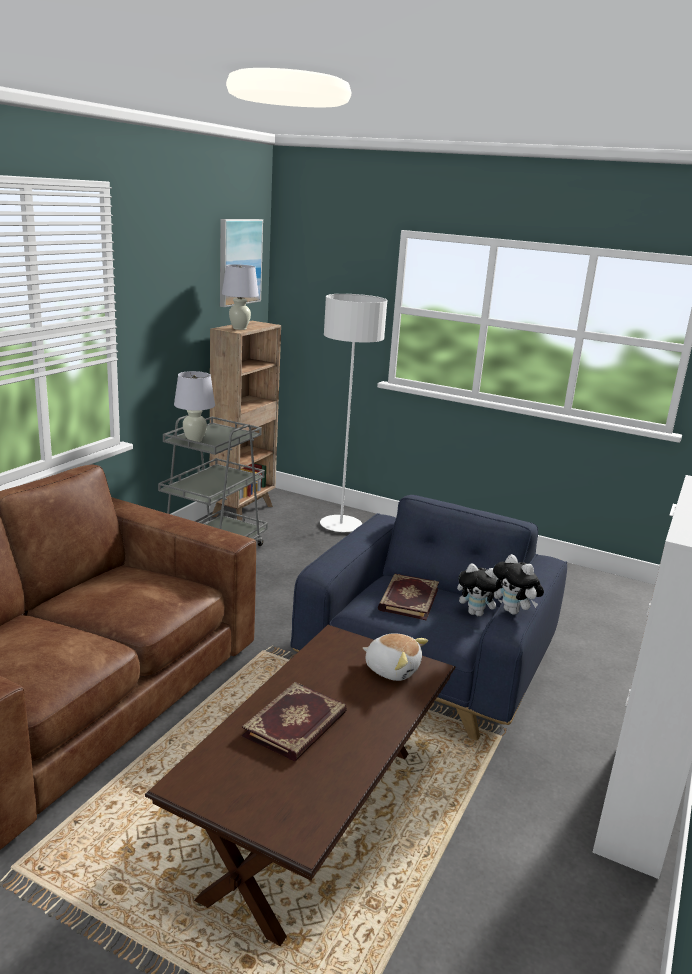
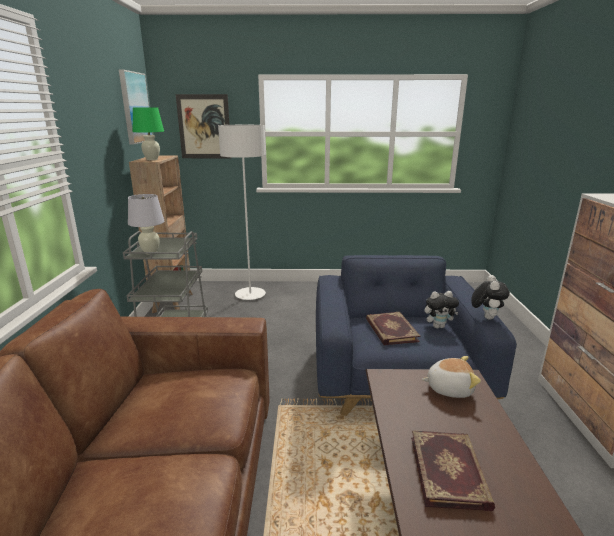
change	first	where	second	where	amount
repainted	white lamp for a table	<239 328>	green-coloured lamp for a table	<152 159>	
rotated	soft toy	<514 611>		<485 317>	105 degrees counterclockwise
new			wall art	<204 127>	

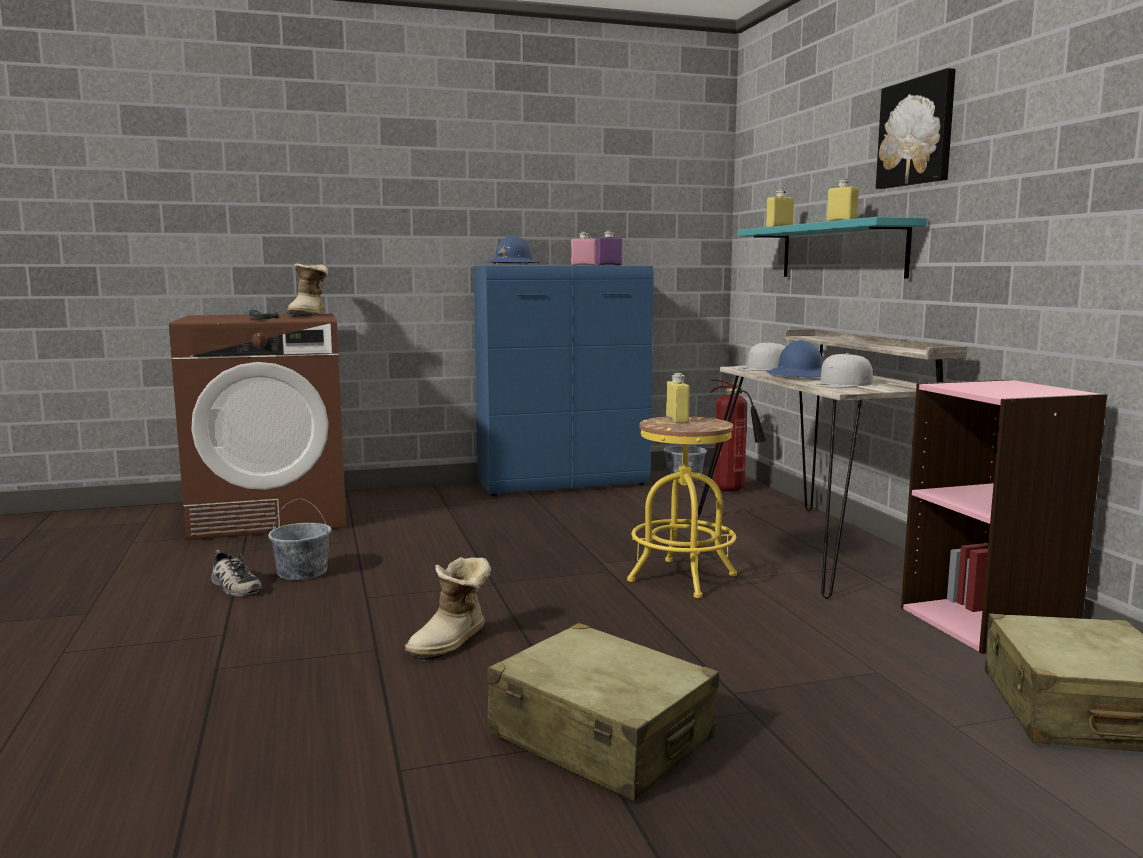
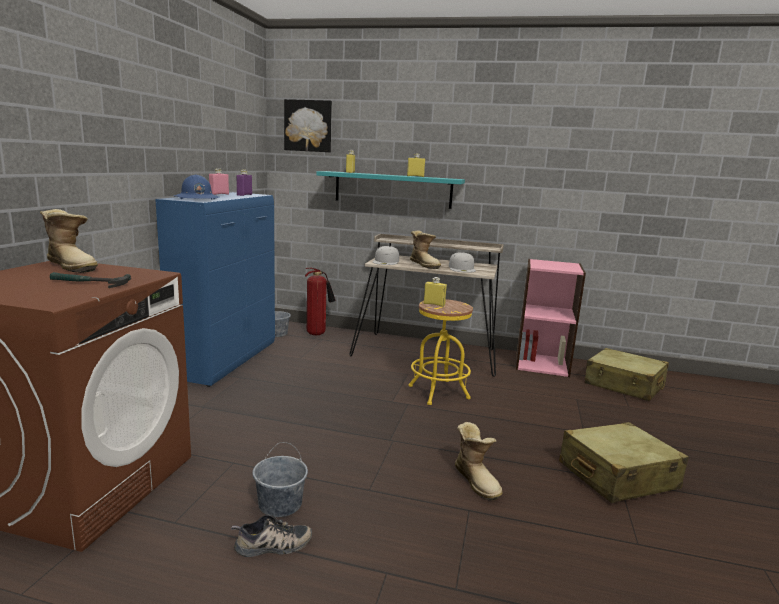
change	first	where	second	where	amount
shifted	wall art	<918 132>		<308 126>	
swapped	blue-coloured work helmet	<800 375>	boot	<425 265>	

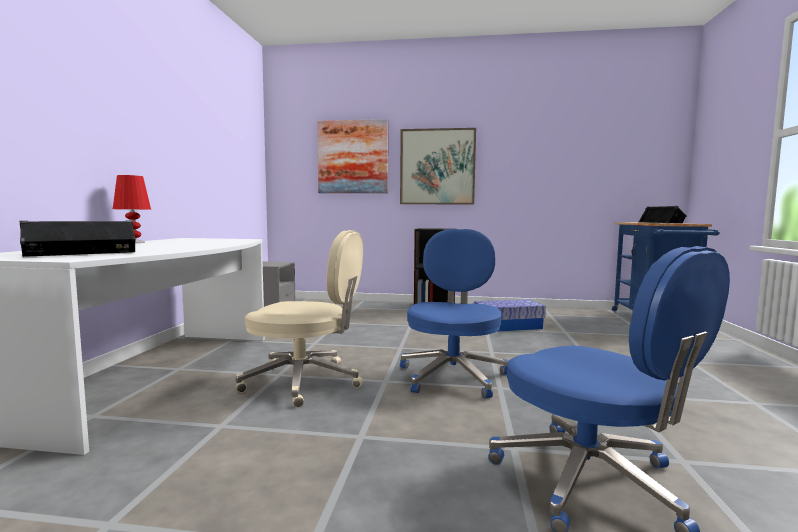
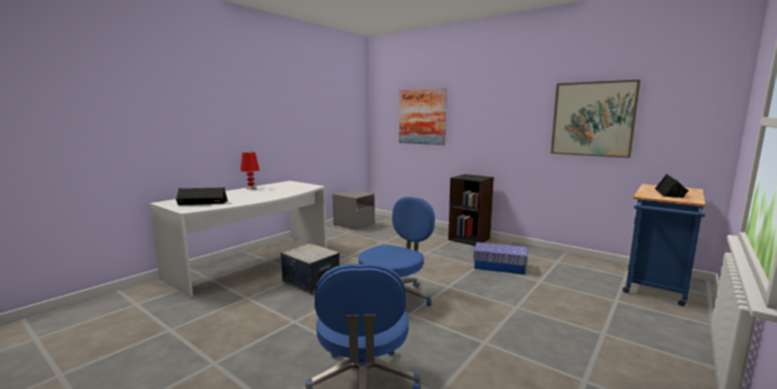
change	first	where	second	where	amount
shifted	wall art	<437 167>		<592 119>	
swapped	beige-coloured office chair	<305 382>	storage bin	<310 282>	

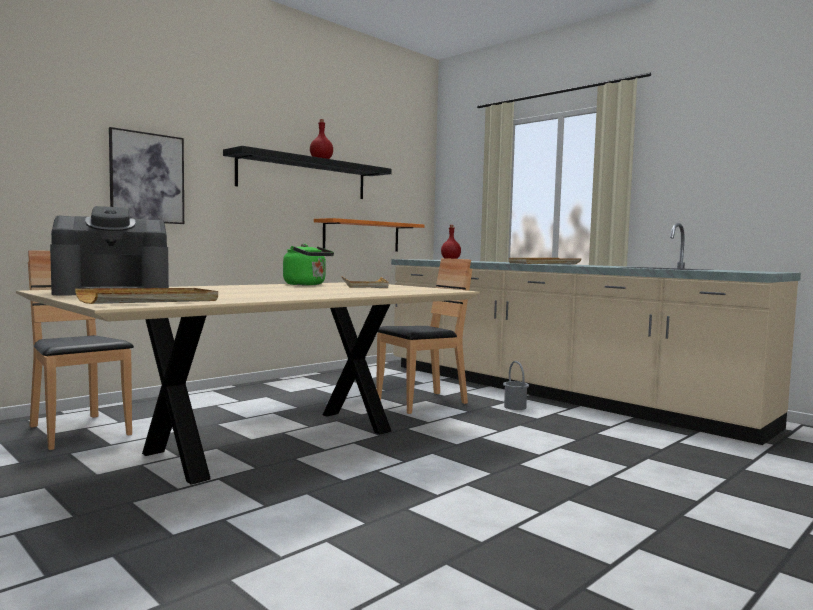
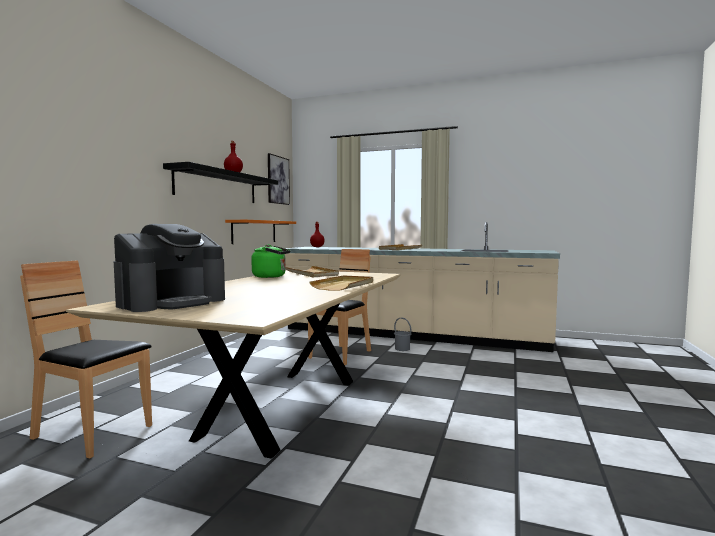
change	first	where	second	where	amount
shifted	wall art	<147 178>		<278 180>	
shifted	beige-coloured carrying tray	<150 300>		<344 285>	

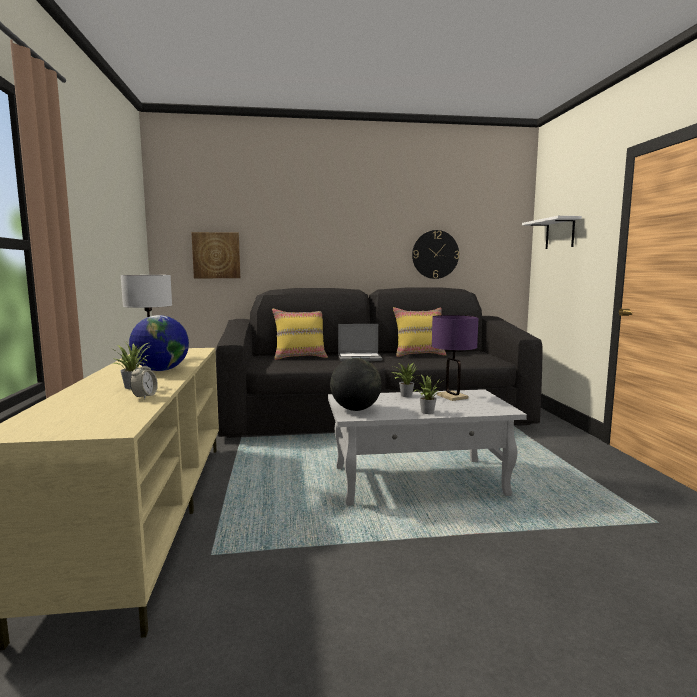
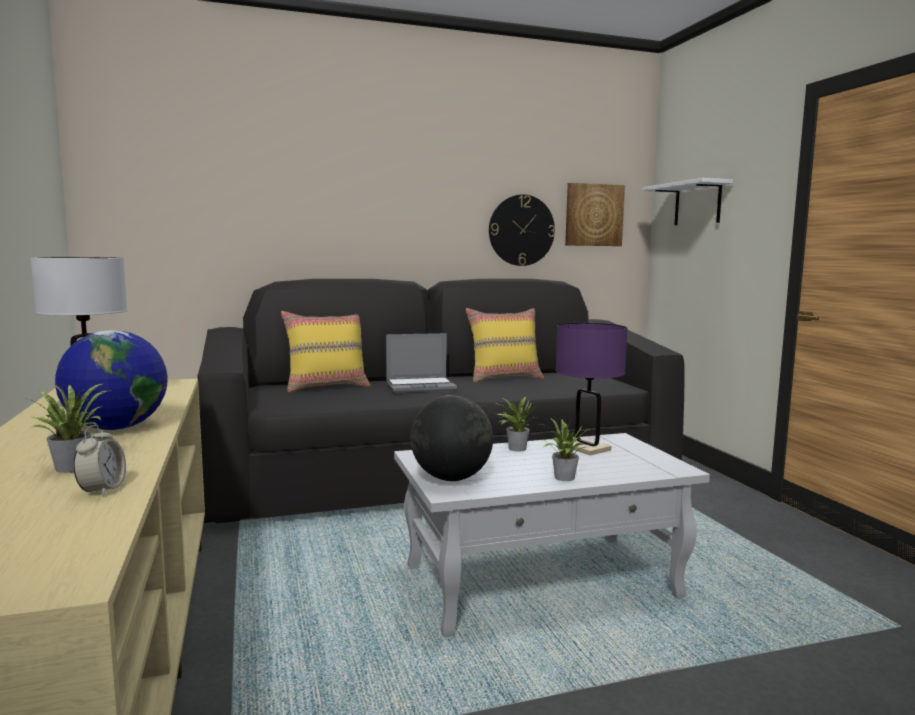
change	first	where	second	where	amount
shifted	wall art	<216 255>		<593 215>	

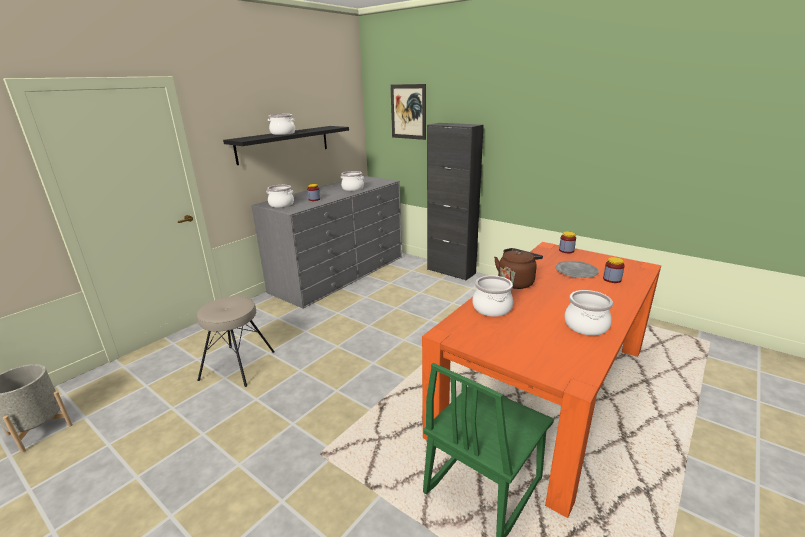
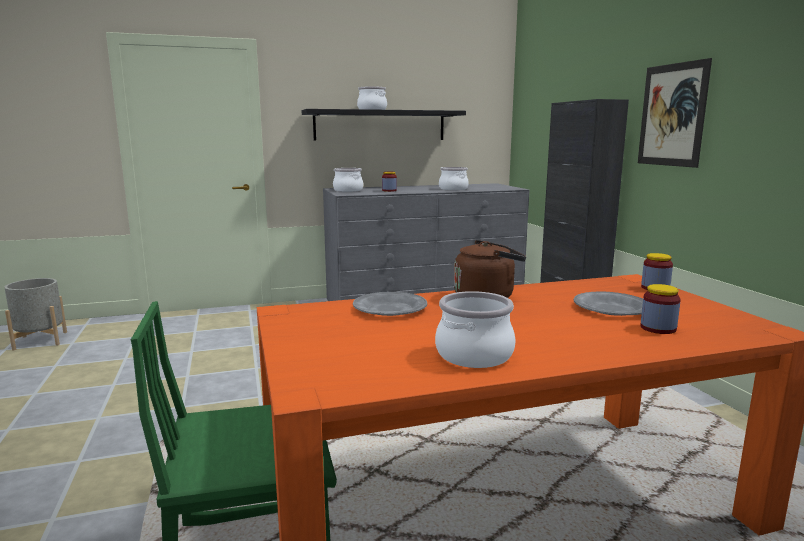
change	first	where	second	where	amount
shifted	wall art	<408 112>		<672 115>	
swapped	saucepot	<491 308>	gray plate	<389 308>	
gone	beige-coloured stool	<238 365>			

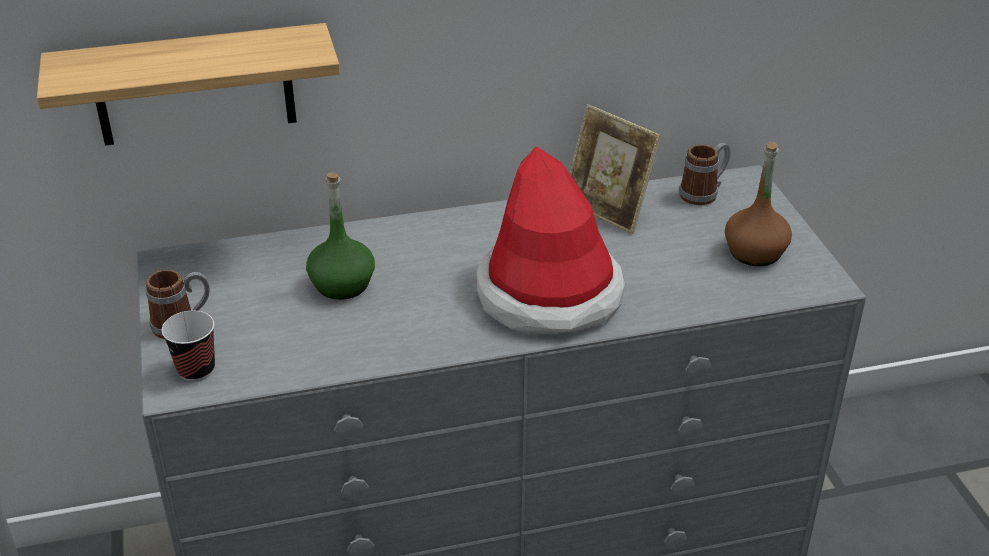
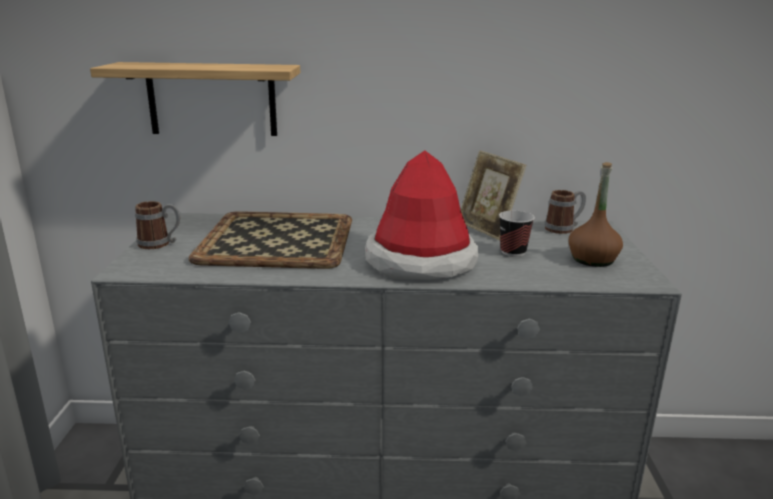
change	first	where	second	where	amount
swapped	green-coloured bottle	<342 284>	carrying tray	<279 239>	
shifted	small cup	<196 370>		<513 252>	

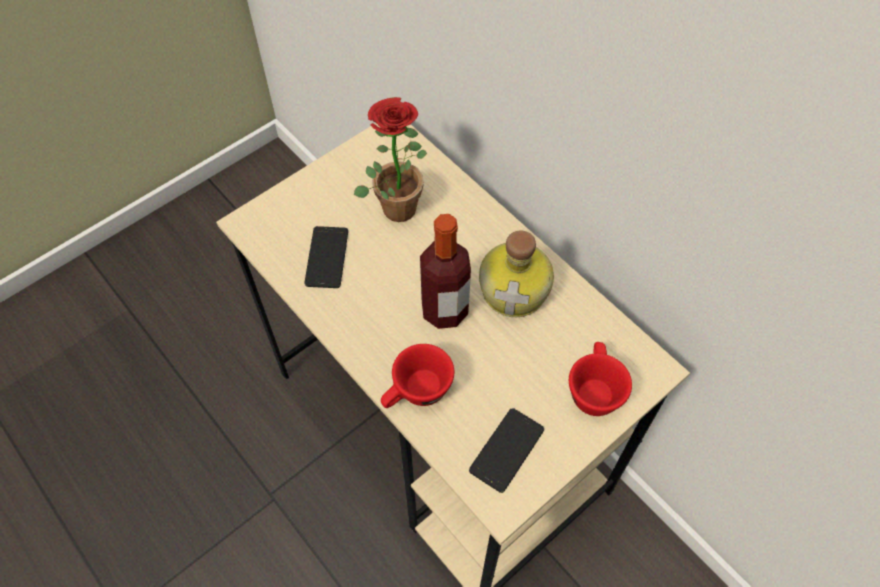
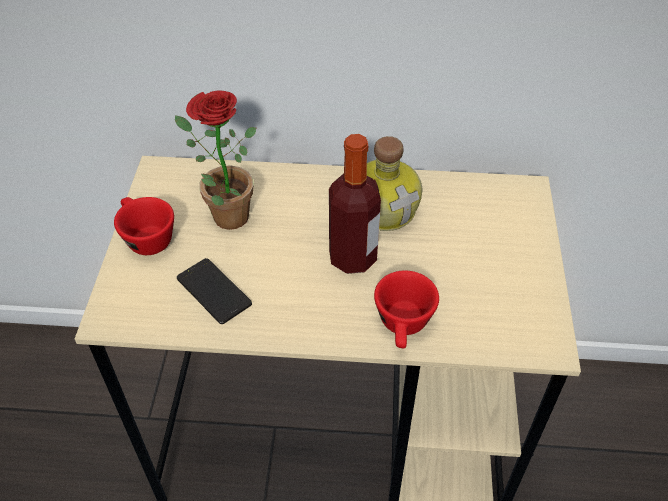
change	first	where	second	where	amount
shifted	reddish small cup	<593 389>		<145 238>	
gone	phone	<506 450>			

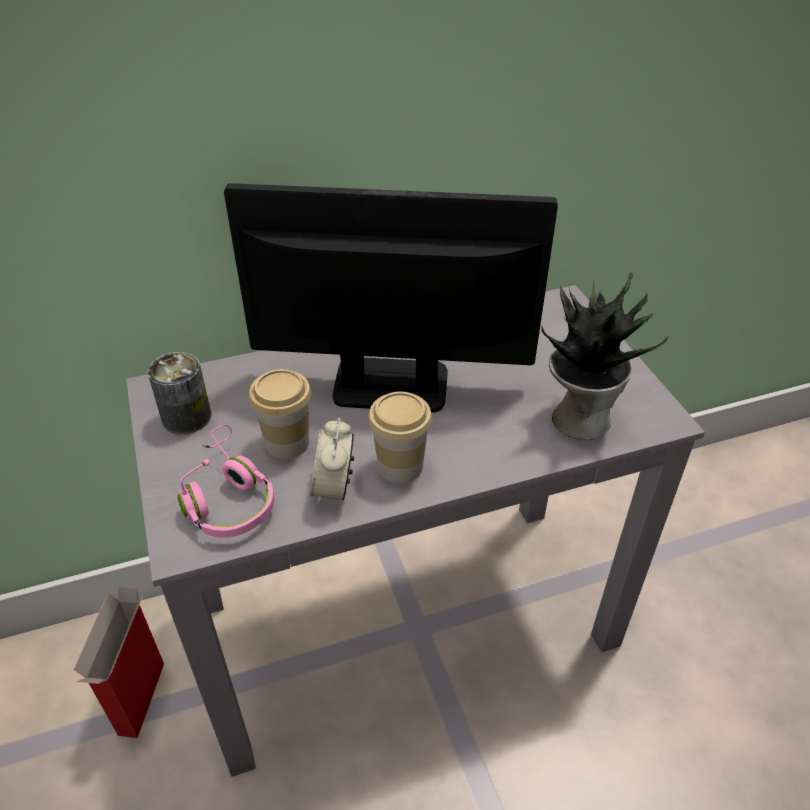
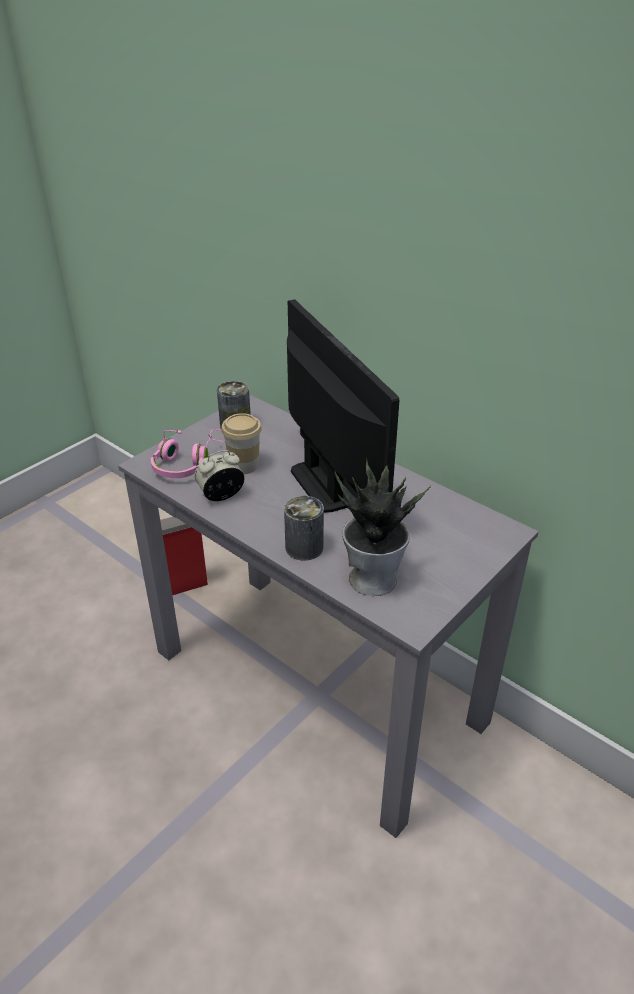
change	first	where	second	where	amount
gone	small cup	<400 466>			
new			sealed can	<304 547>	

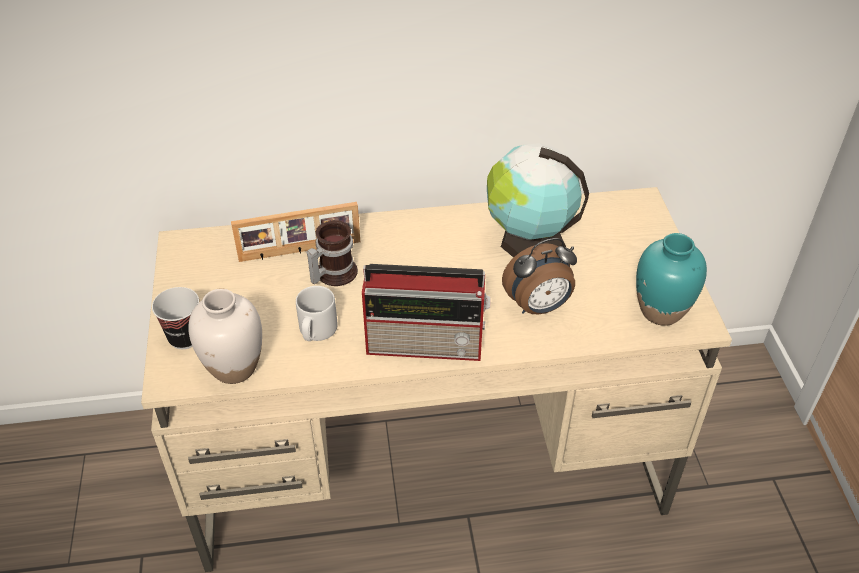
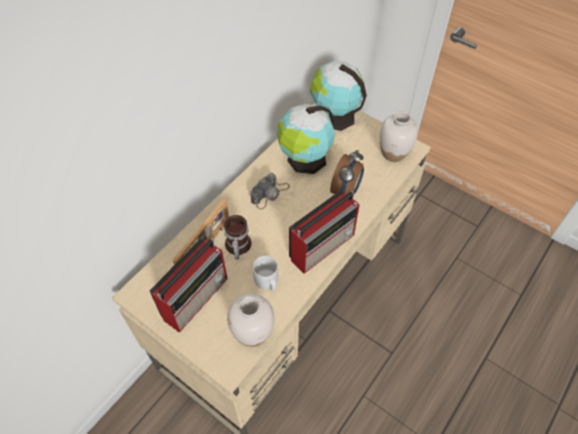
change	first	where	second	where	amount
repainted	turquoise vase	<660 311>	white vase	<393 154>	
gone	small cup	<185 338>			
new			desk globe	<334 116>	
new			photo camera	<270 194>	
new			radio	<196 297>	

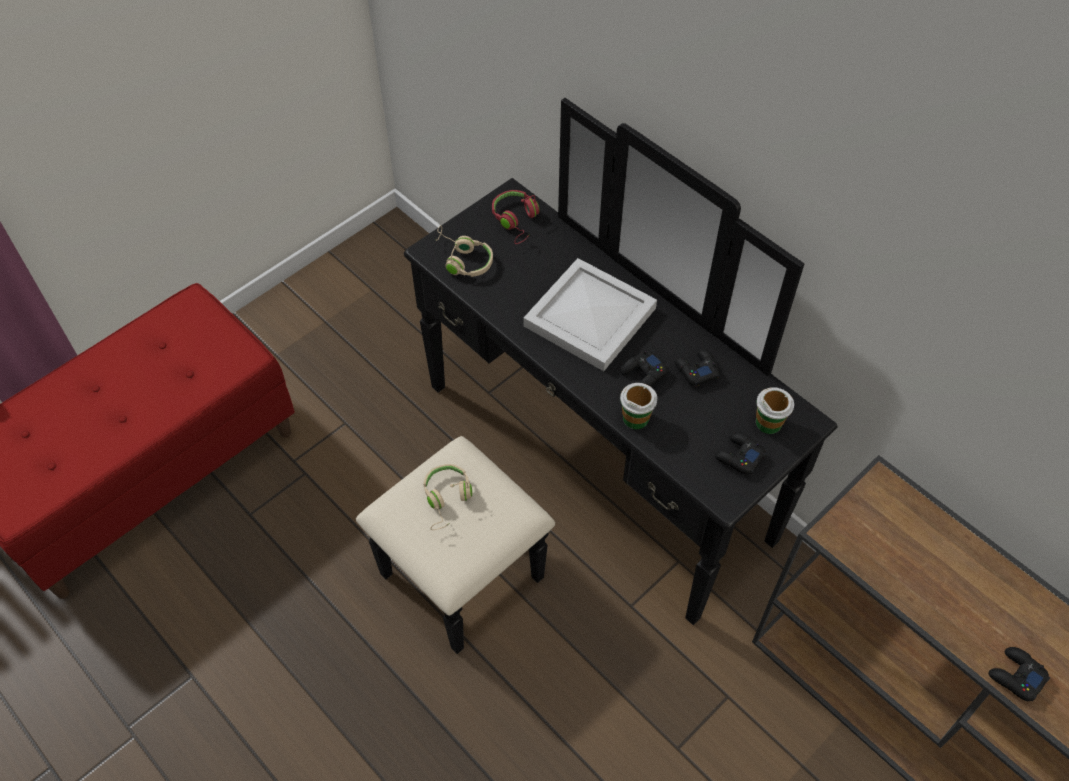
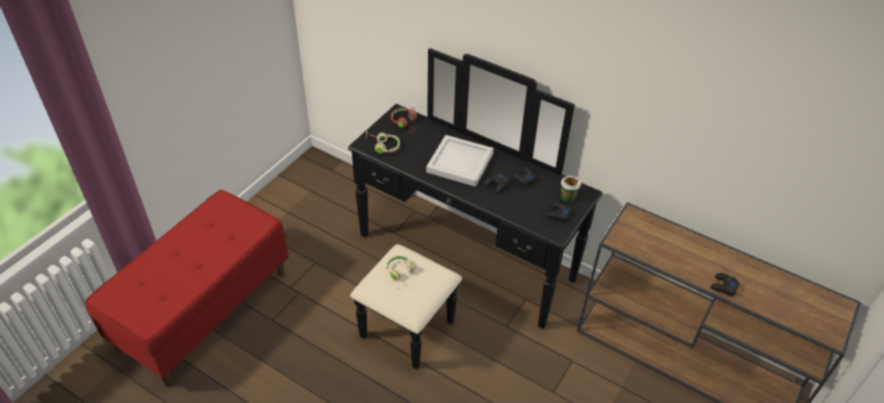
change	first	where	second	where	amount
gone	small cup	<636 418>			

